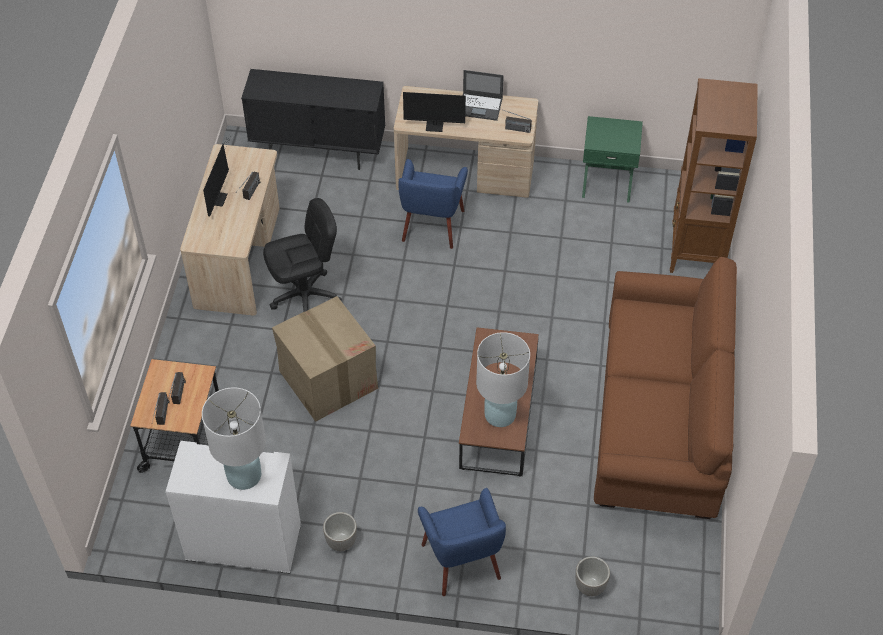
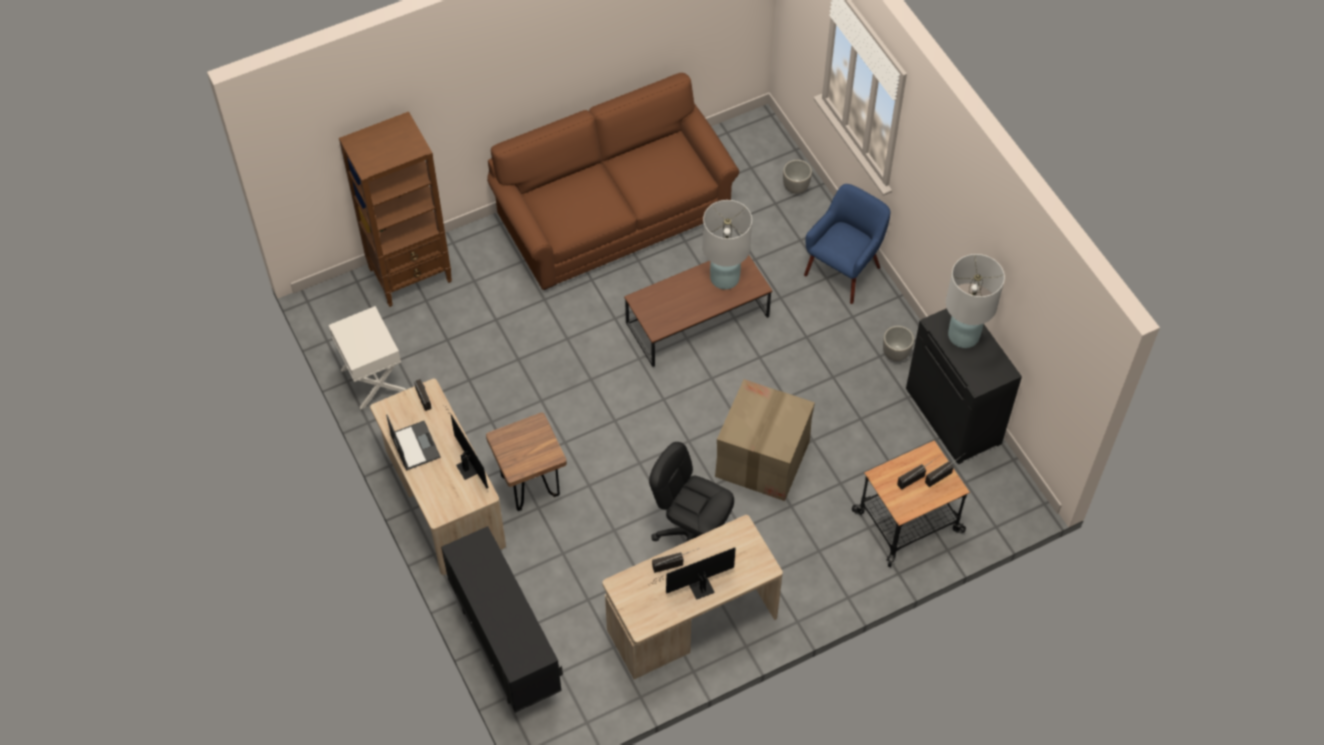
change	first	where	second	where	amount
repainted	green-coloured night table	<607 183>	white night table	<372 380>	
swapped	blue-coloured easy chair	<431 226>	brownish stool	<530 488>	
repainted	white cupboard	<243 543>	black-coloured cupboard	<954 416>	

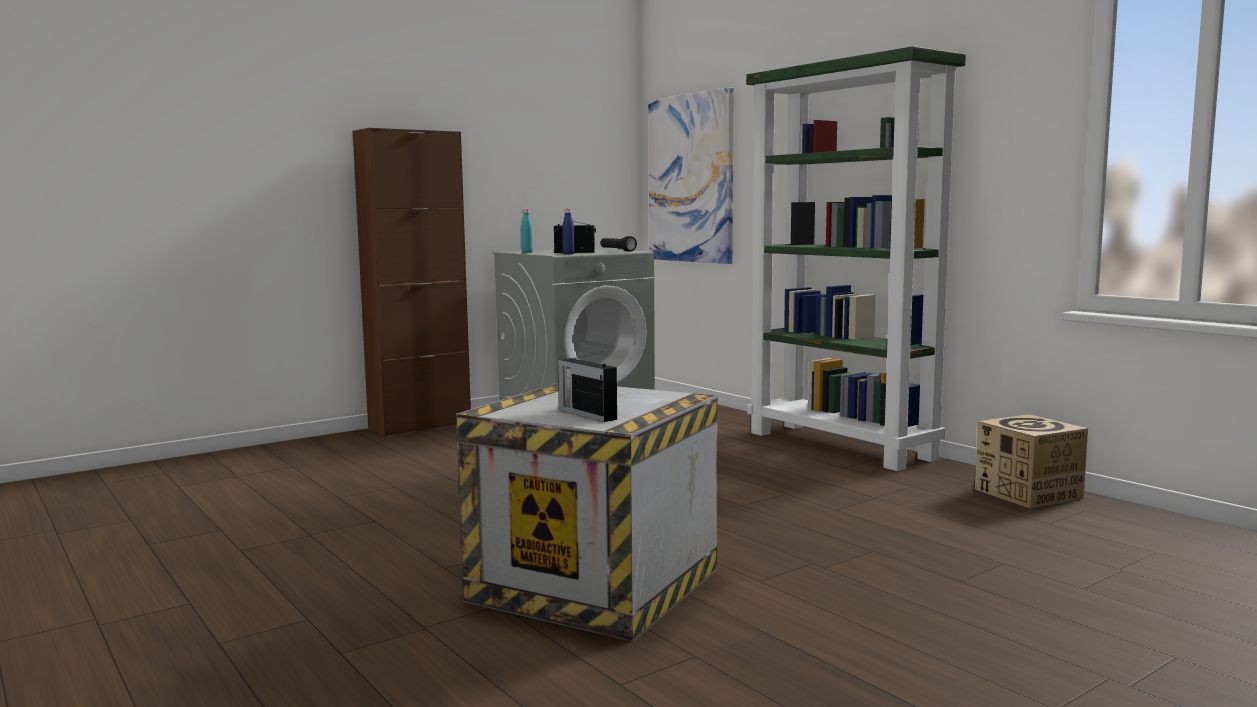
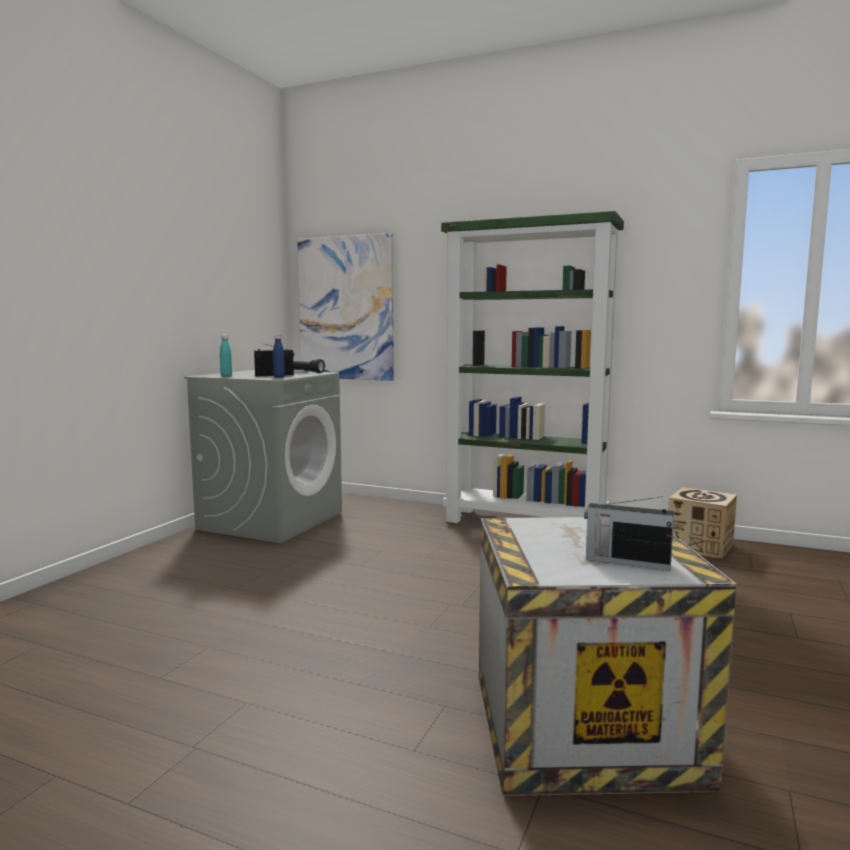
change	first	where	second	where	amount
gone	brownish cupboard	<420 426>			

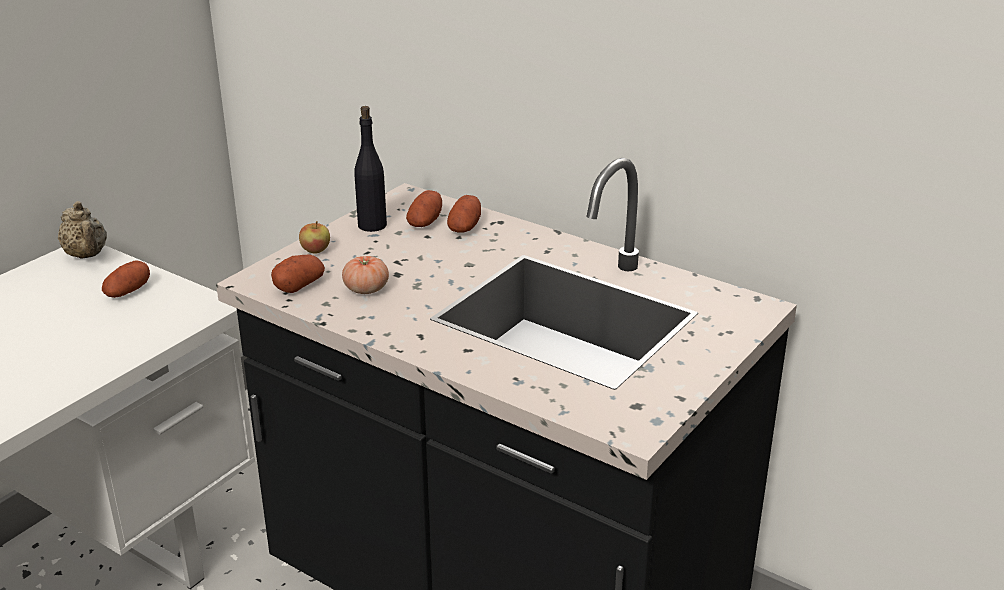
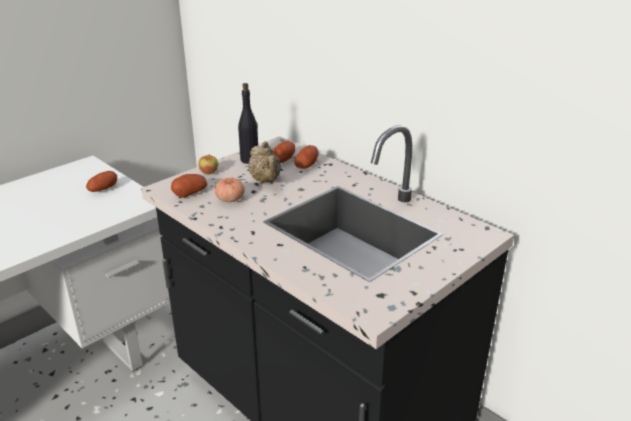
change	first	where	second	where	amount
shifted	beige-coloured pot for tea	<87 255>		<266 181>	

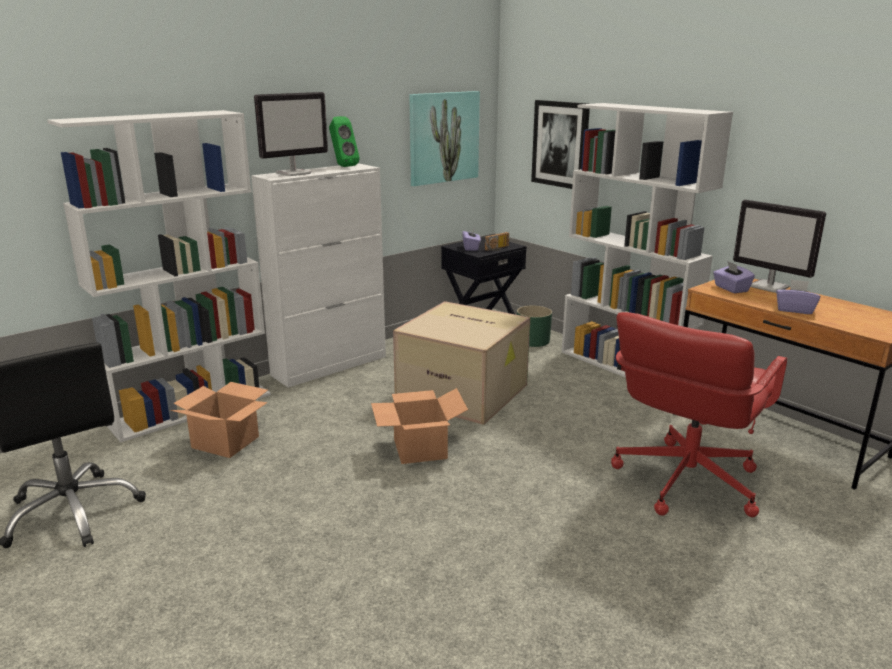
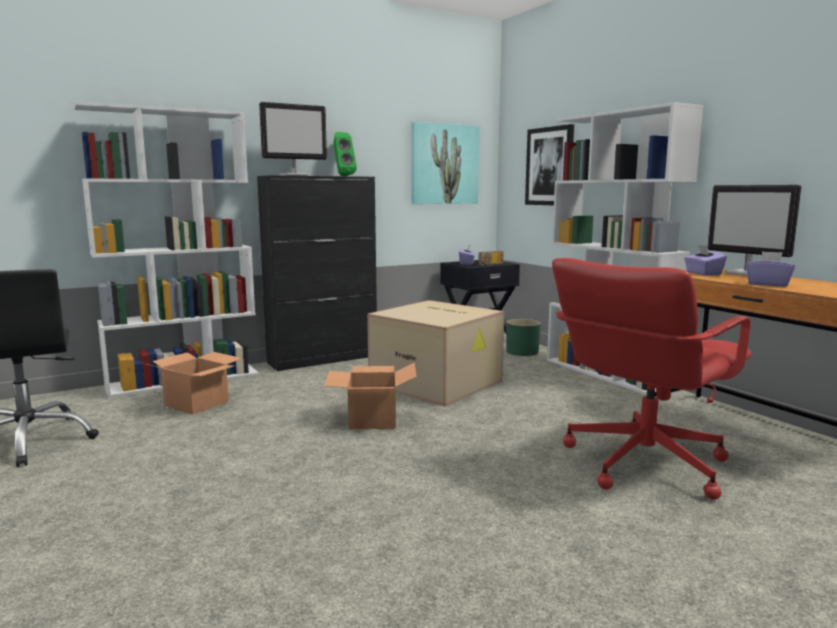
change	first	where	second	where	amount
repainted	white cupboard	<330 365>	black-coloured cupboard	<323 359>	

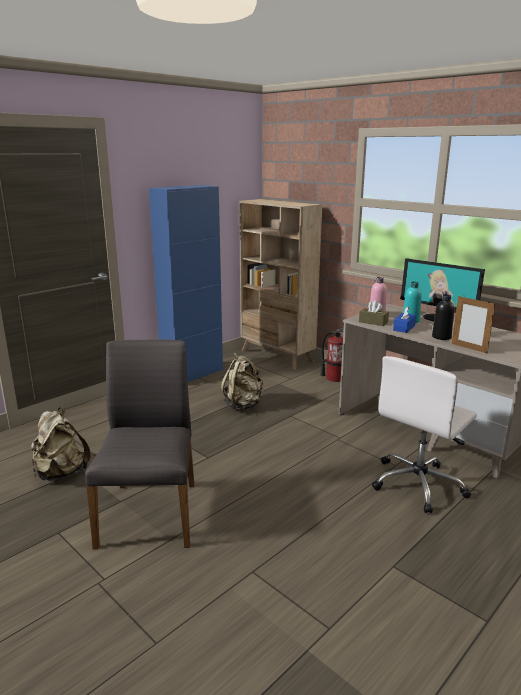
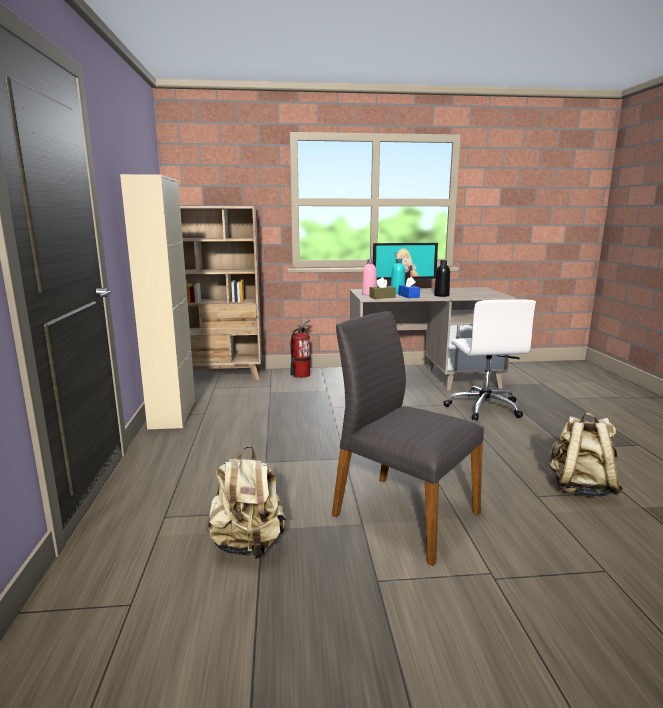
change	first	where	second	where	amount
repainted	blue-coloured cupboard	<192 374>	beige-coloured cupboard	<173 414>	
gone	standing frame	<469 348>			
shifted	beige-coloured knapsack	<243 405>		<580 488>	

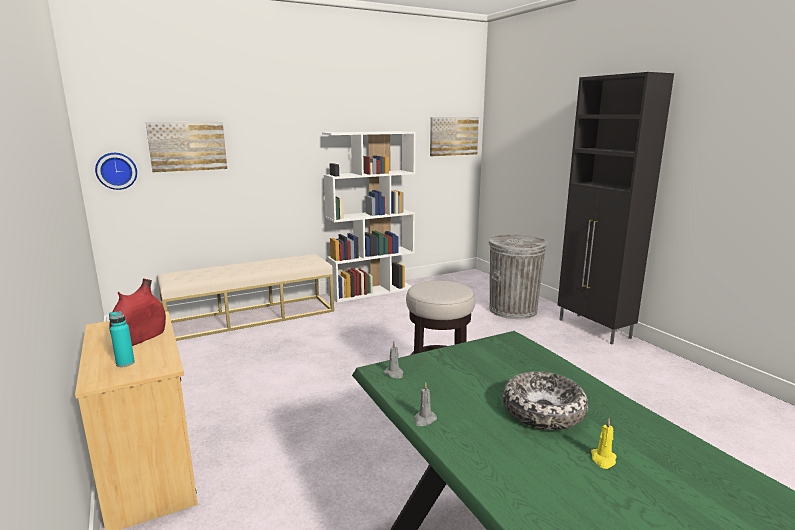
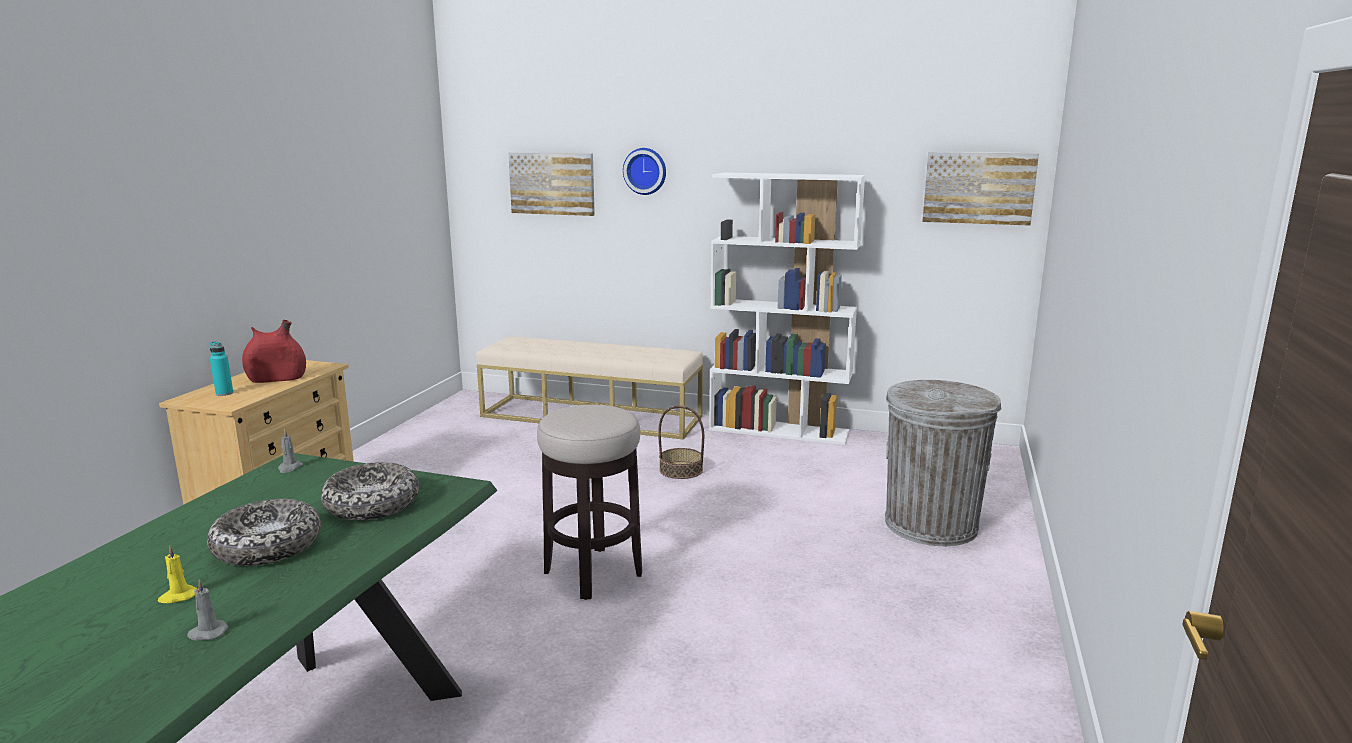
change	first	where	second	where	amount
gone	black-coloured cupboard	<594 329>			
shifted	wall clock	<116 171>		<645 171>	
shifted	gray wax light	<424 420>		<207 633>	
new			basket	<681 470>	
new			serving bowl	<372 504>	

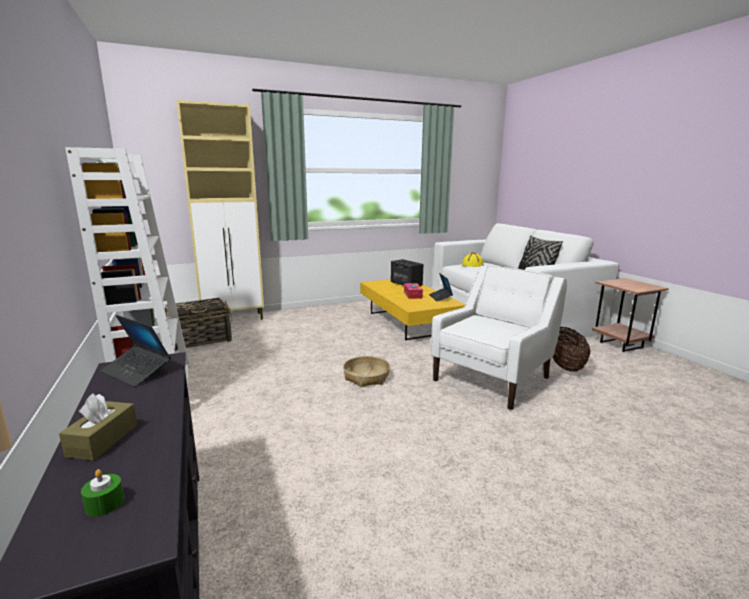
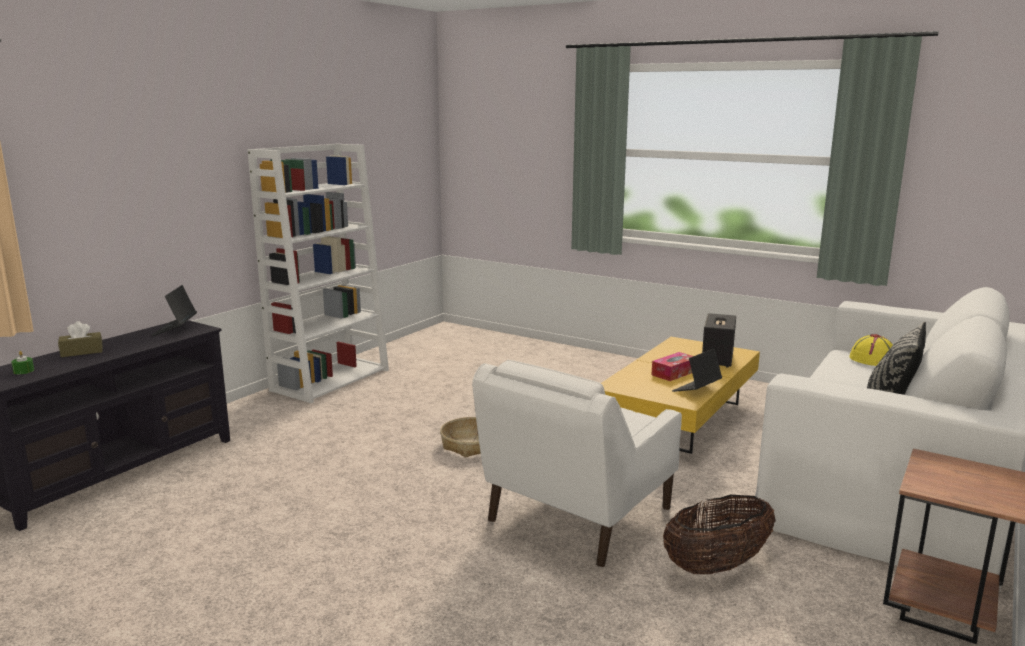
change	first	where	second	where	amount
gone	beige-coloured cupboard	<234 319>			
rotated	white easy chair	<492 378>		<577 516>	120 degrees clockwise
gone	basket	<200 340>			

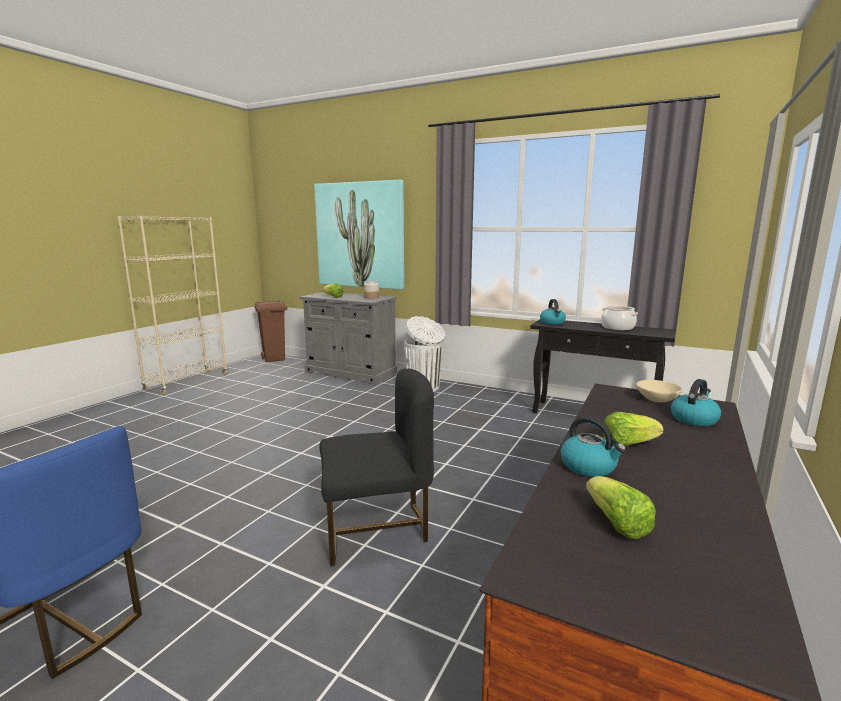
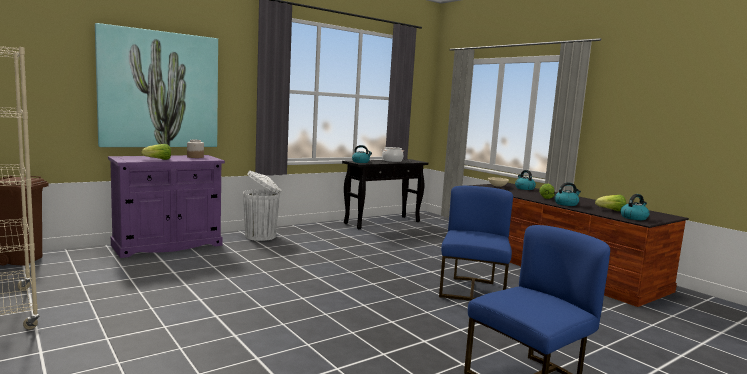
change	first	where	second	where	amount
repainted	gray cupboard	<350 373>	purplish cupboard	<167 245>	
repainted	black-coloured plain chair	<376 529>	blue-coloured plain chair	<472 290>	
new			tea kettle	<634 218>	

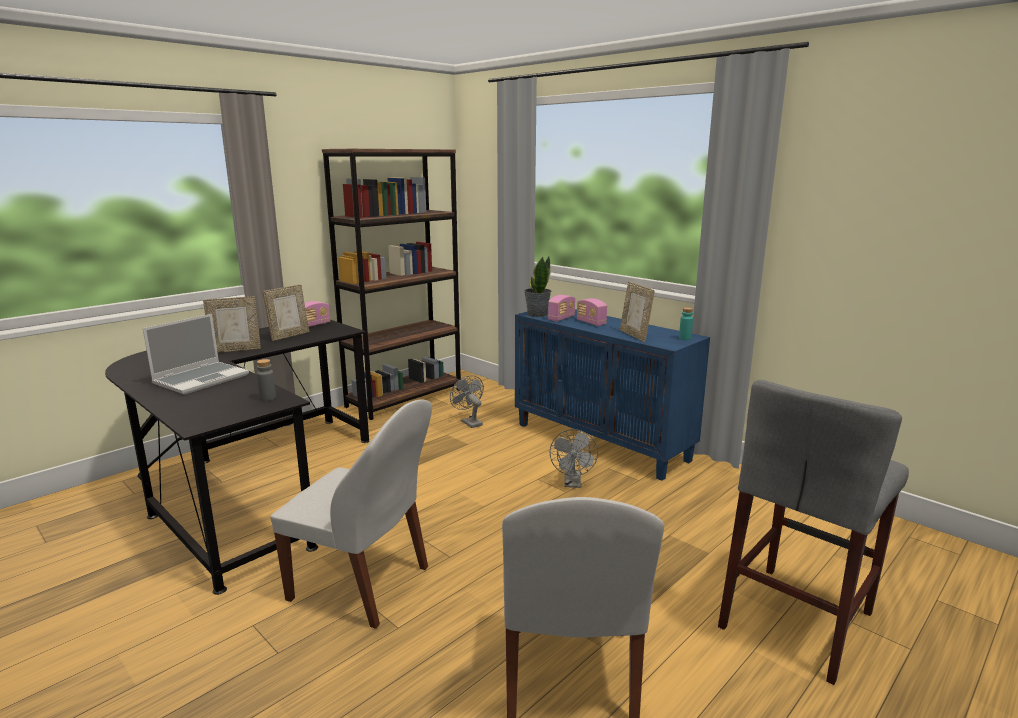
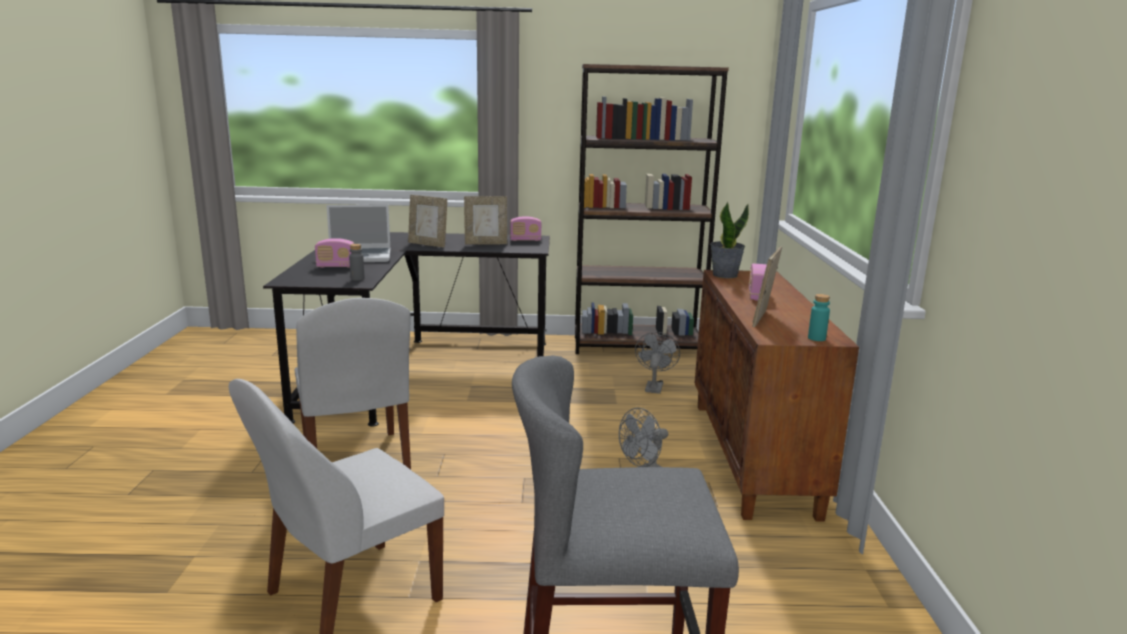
change	first	where	second	where	amount
shifted	radio	<561 318>		<336 266>	
repainted	blue-coloured cupboard	<602 442>	brownish cupboard	<753 457>	

